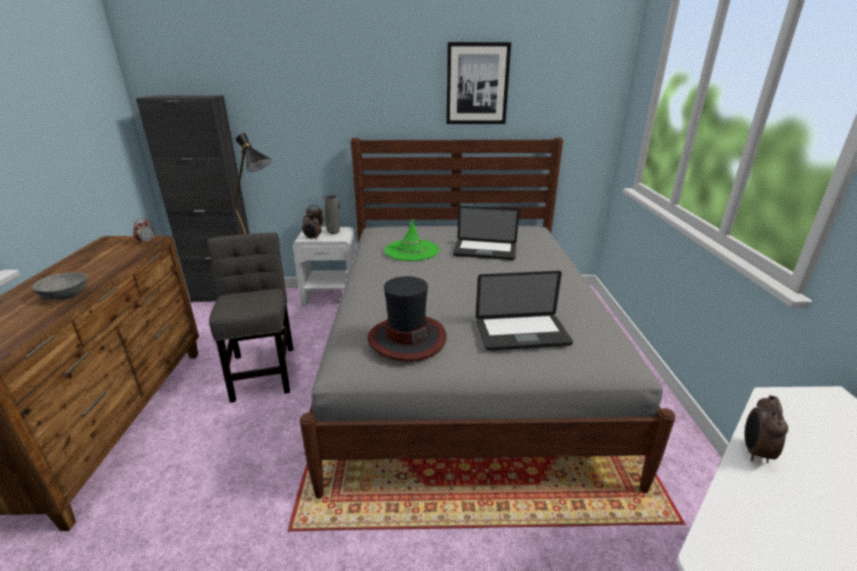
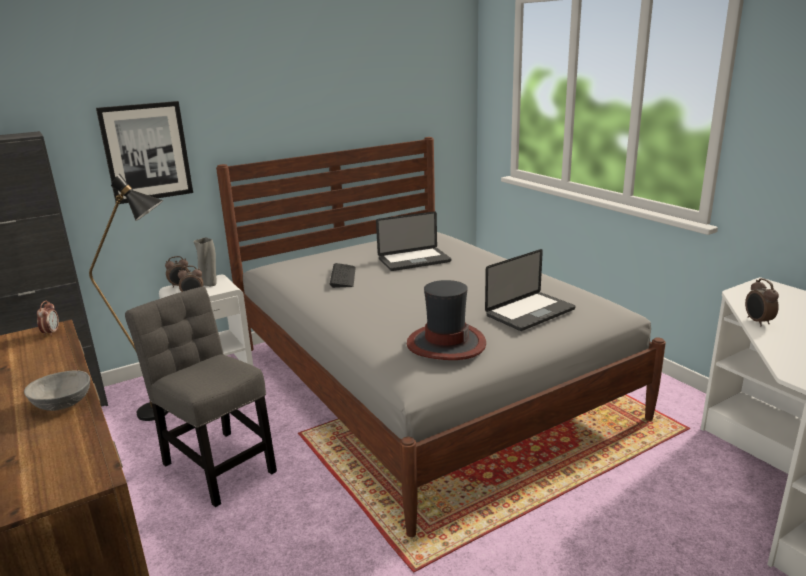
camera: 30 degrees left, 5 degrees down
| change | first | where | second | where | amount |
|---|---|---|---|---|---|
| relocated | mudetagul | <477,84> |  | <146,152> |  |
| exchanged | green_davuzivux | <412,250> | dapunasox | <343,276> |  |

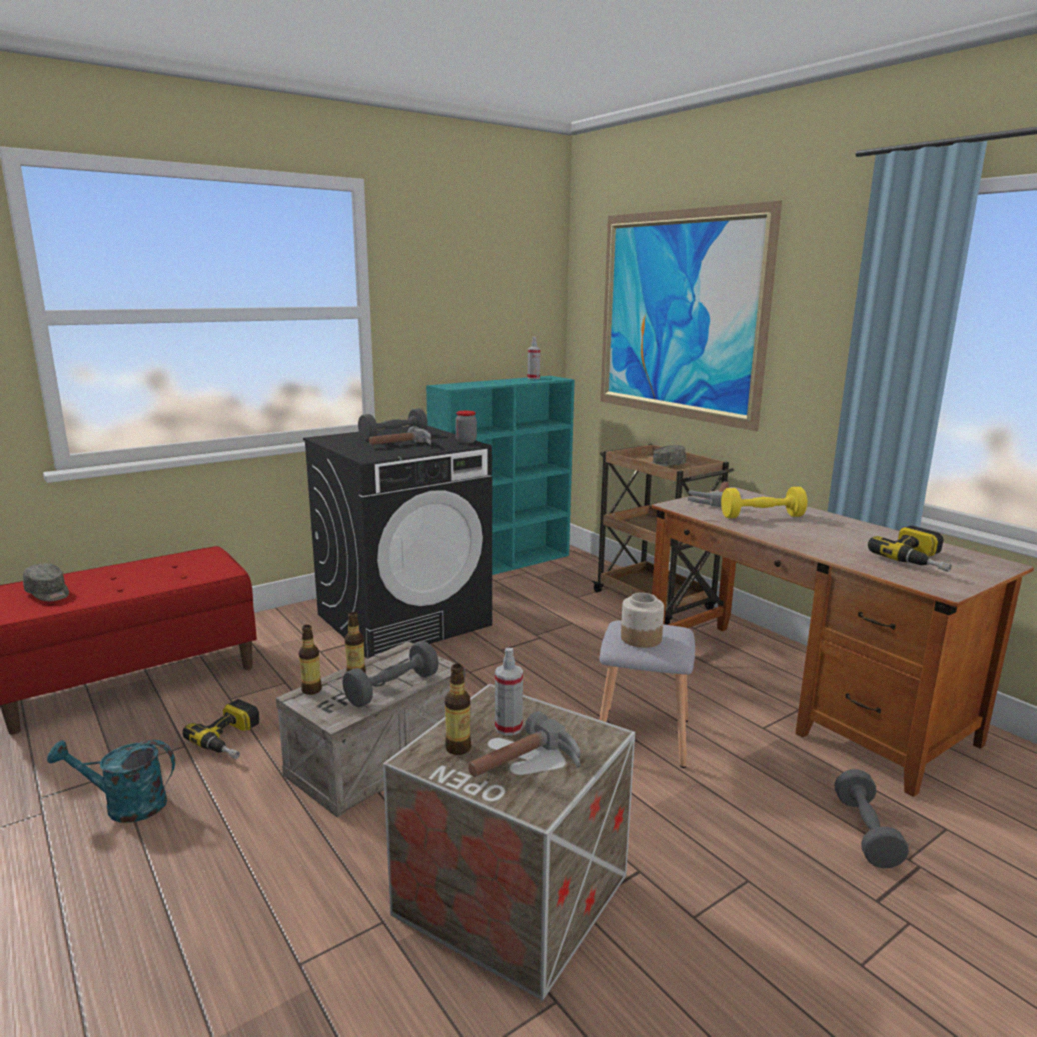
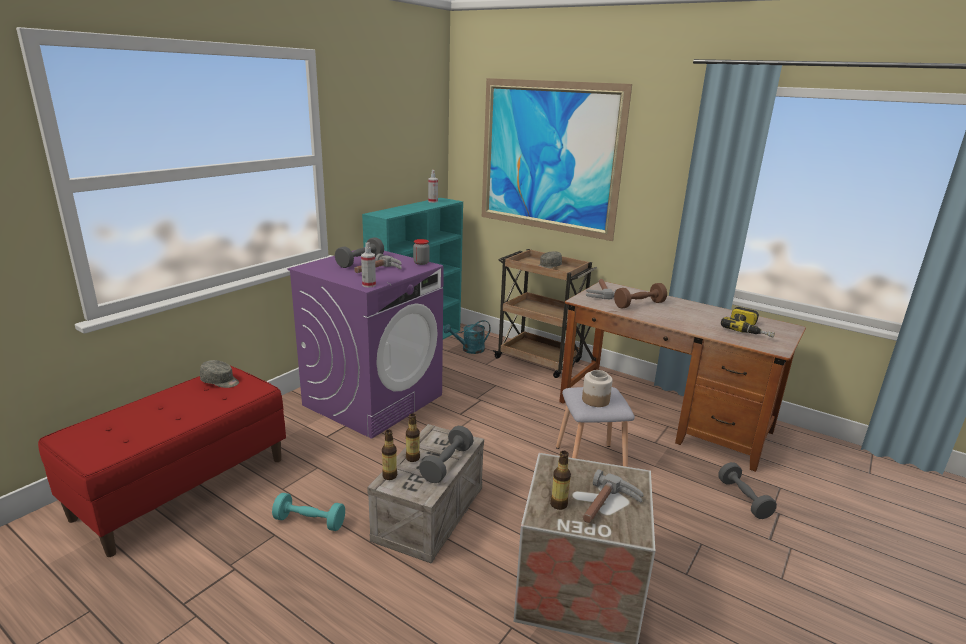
camera: 20 degrees left, 5 degrees up
| change | first | where | second | where | amount |
|---|---|---|---|---|---|
| relocated | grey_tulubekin | <48,593> |  | <220,381> |  |
| relocated | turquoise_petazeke | <125,806> |  | <469,350> |  |
| relocated | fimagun | <508,728> |  | <369,285> |  |
| exchanged | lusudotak | <232,739> | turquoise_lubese | <309,522> |  |
| colour | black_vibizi | <404,619> | purple_vibizi | <374,400> |  |
| colour | yellow_lubese | <762,516> | brown_lubese | <639,304> |  |

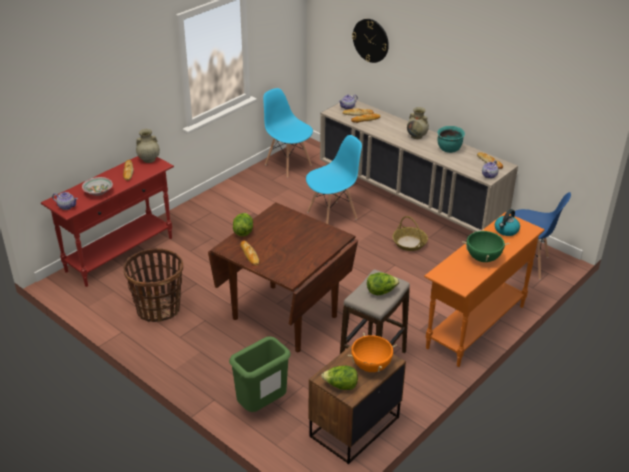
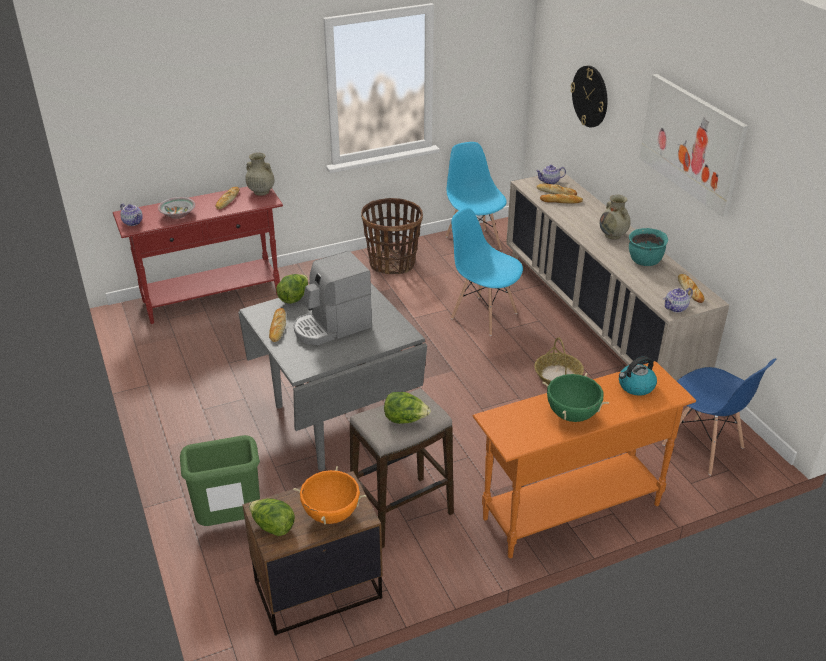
camera: 25 degrees right, 0 degrees up
| change | first | where | second | where | amount |
|---|---|---|---|---|---|
| appeared |  |  | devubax | <331,327> |  |
| appeared |  |  | mudetagul | <691,143> |  |
| relocated | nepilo | <158,309> |  | <392,264> |  |
| colour | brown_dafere | <285,316> | grey_dafere | <337,422> |  |
| spun | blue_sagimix | <332,215> |  | <483,315> | 135 degrees counterclockwise |

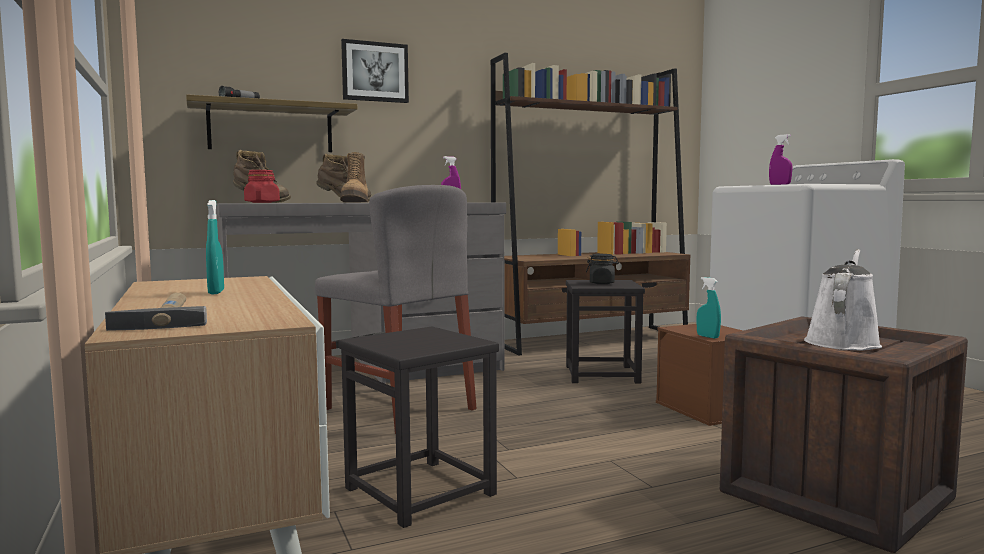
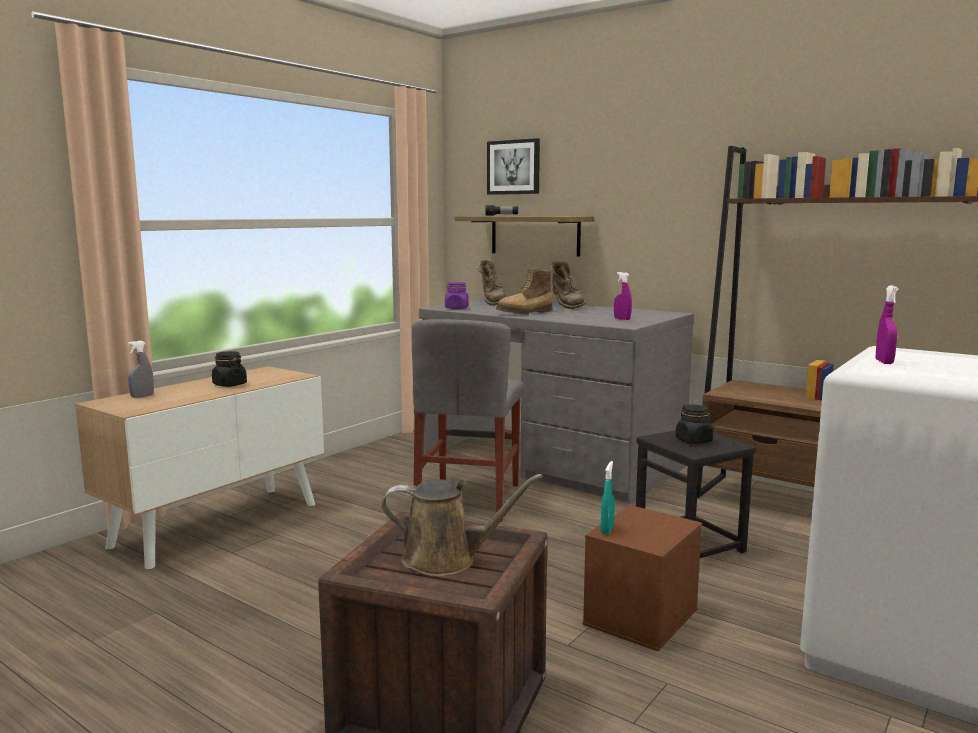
camera: 60 degrees right, 5 degrees up
| change | first | where | second | where | amount |
|---|---|---|---|---|---|
| missing | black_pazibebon | <421,491> |  |  |  |
| relocated | mudetagul | <375,72> |  | <514,167> |  |
| exchanged | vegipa | <165,316> | grey_fimagun | <142,396> |  |
| exchanged | turquoise_fimagun | <216,292> | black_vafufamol | <229,384> |  |
| colour | red_vafufamol | <262,202> | purple_vafufamol | <456,308> |  |
| colour | white_petazeke | <842,342> | brown_petazeke | <446,560> |  |

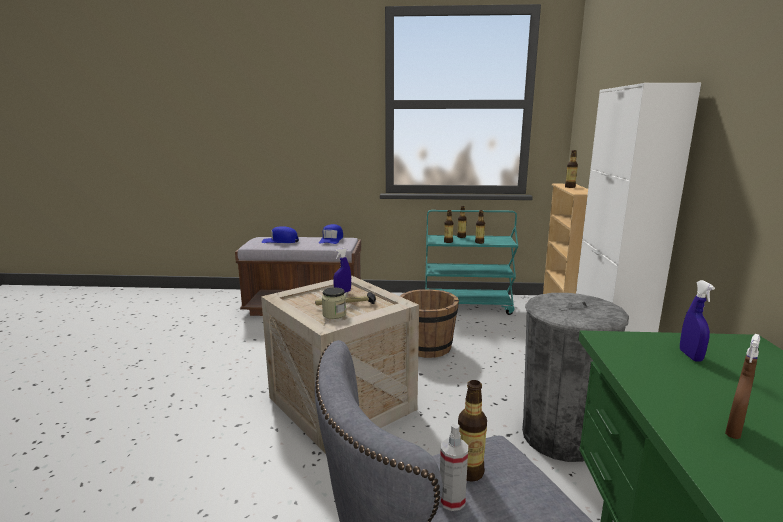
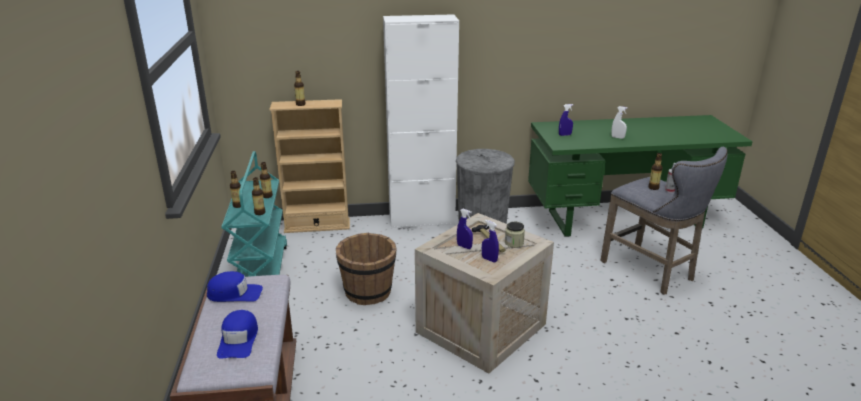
camera: 100 degrees left, 10 degrees up
| change | first | where | second | where | amount |
|---|---|---|---|---|---|
| appeared |  |  | blue_fimagun | <489,259> |  |
| colour | brown_fimagun | <734,430> | white_fimagun | <617,137> |  |

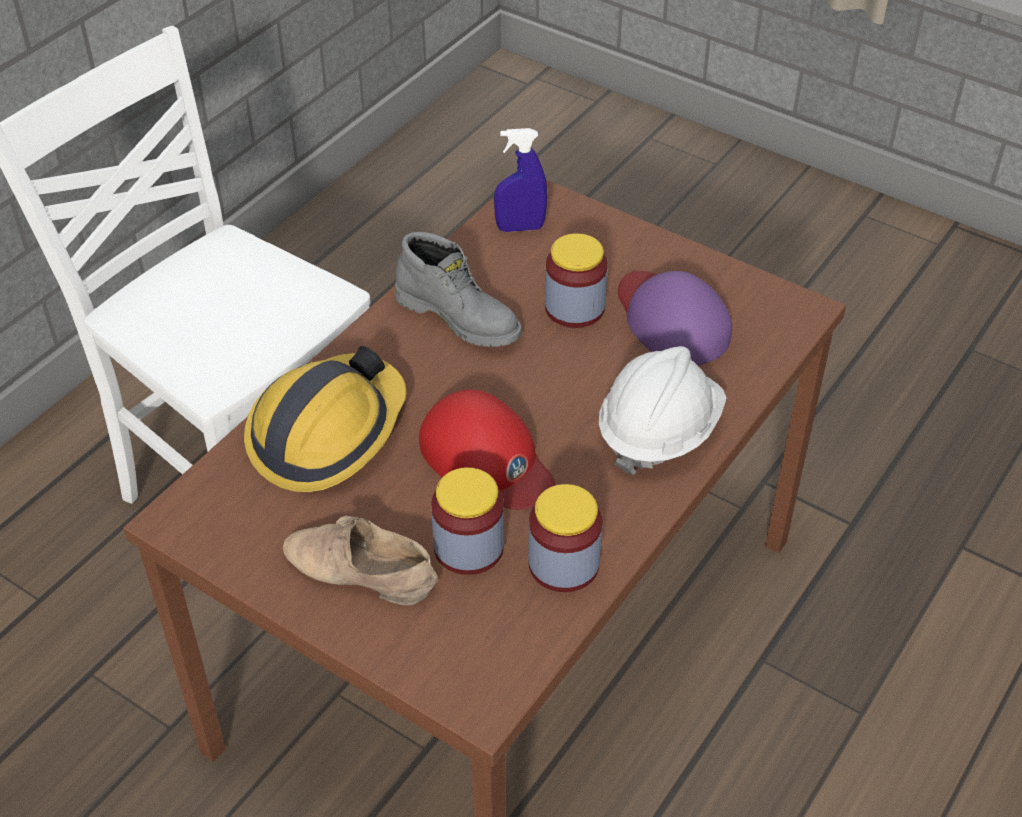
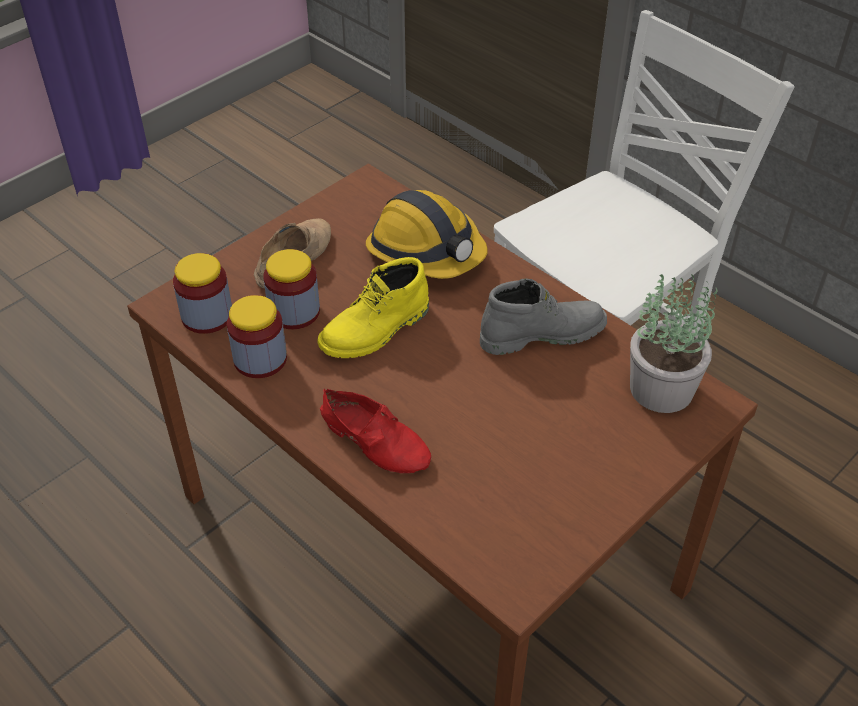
camera: 100 degrees right, 0 degrees up
| change | first | where | second | where | amount |
|---|---|---|---|---|---|
| missing | purple_tulubekin | <671,320> |  |  |  |
| relocated | vafufamol | <574,308> |  | <207,316> |  |
| exchanged | red_tulubekin | <486,459> | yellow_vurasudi | <376,331> |  |
| exchanged | blue_fimagun | <520,228> | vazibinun | <662,388> |  |
| exchanged | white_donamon | <658,431> | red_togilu | <376,439> |  |
| spun | grey_vurasudi | <460,317> |  | <542,333> | 150 degrees counterclockwise |

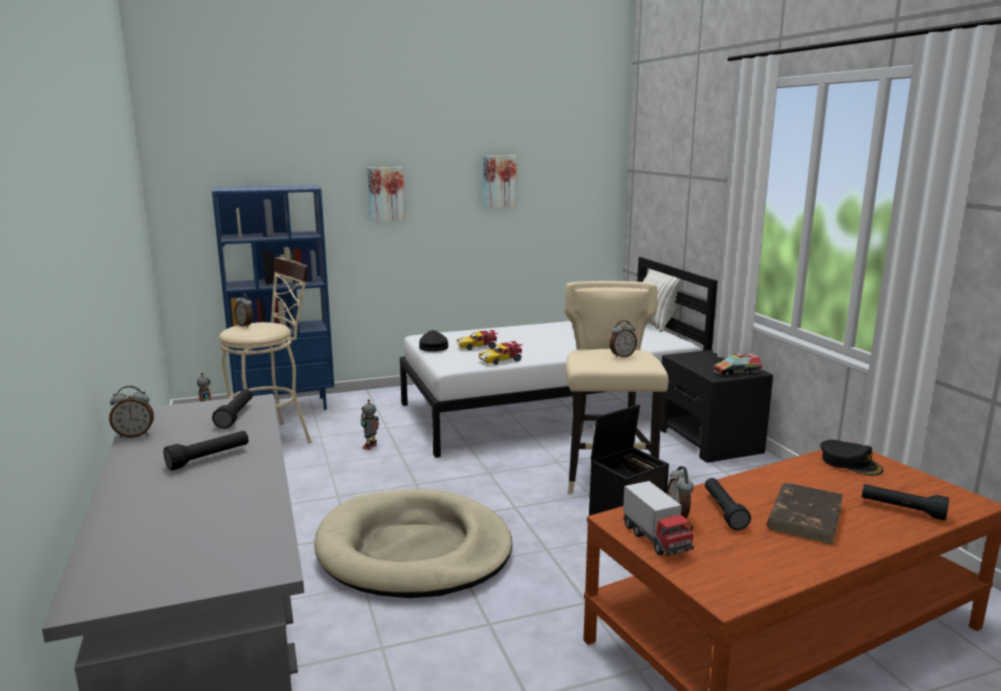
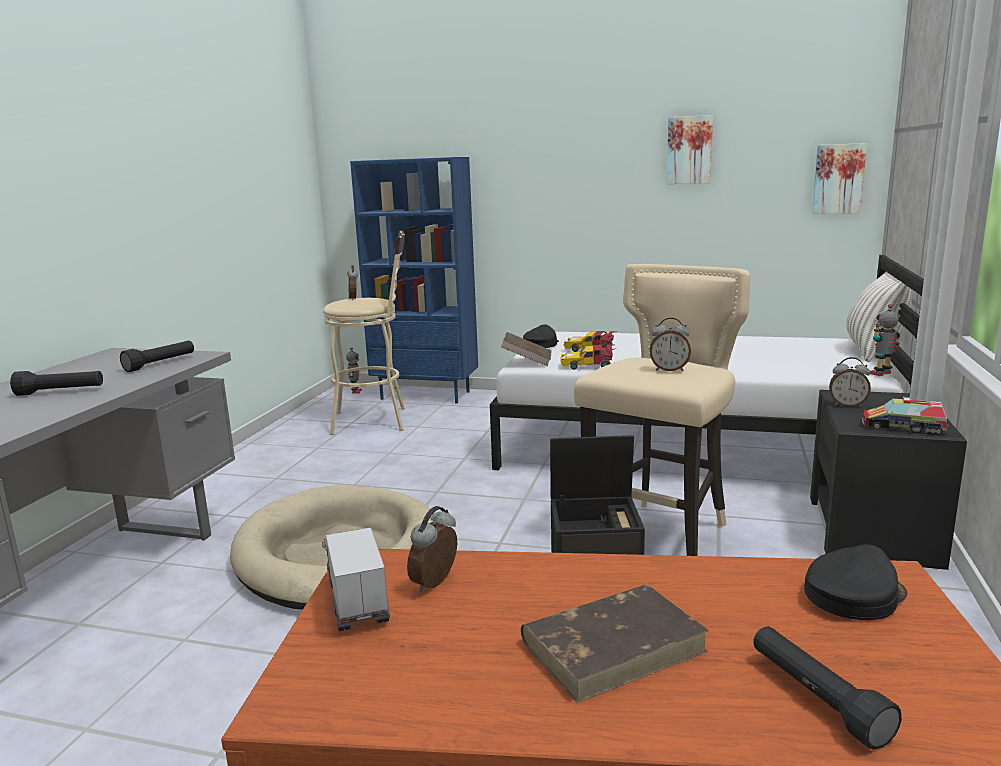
camera: 35 degrees right, 0 degrees up
| change | first | where | second | where | amount |
|---|---|---|---|---|---|
| missing | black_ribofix | <723,511> |  |  |  |
| appeared |  |  | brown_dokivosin | <527,361> |  |
| relocated | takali | <134,435> |  | <847,405> |  |
| relocated | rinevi | <370,447> |  | <881,374> |  |
| relocated | mudetagul | <385,194> |  | <838,179> |  |
| spun | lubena | <656,539> |  | <357,600> | 150 degrees clockwise |
| spun | black_tulubekin | <850,463> |  | <853,594> | 120 degrees counterclockwise |

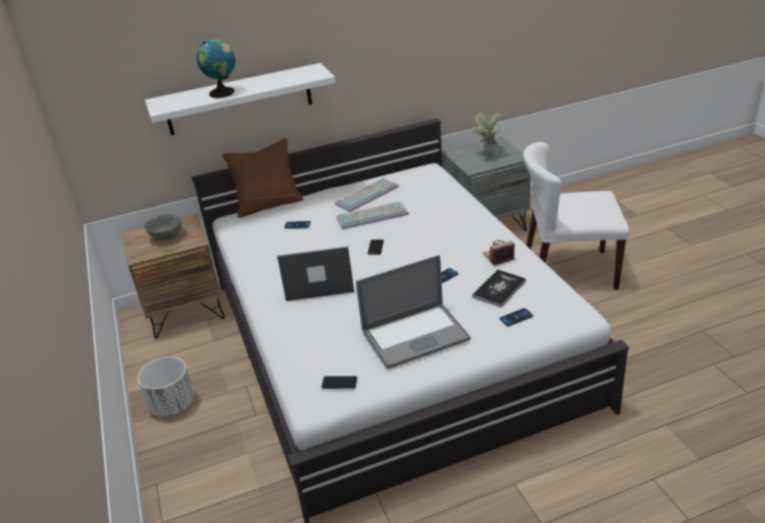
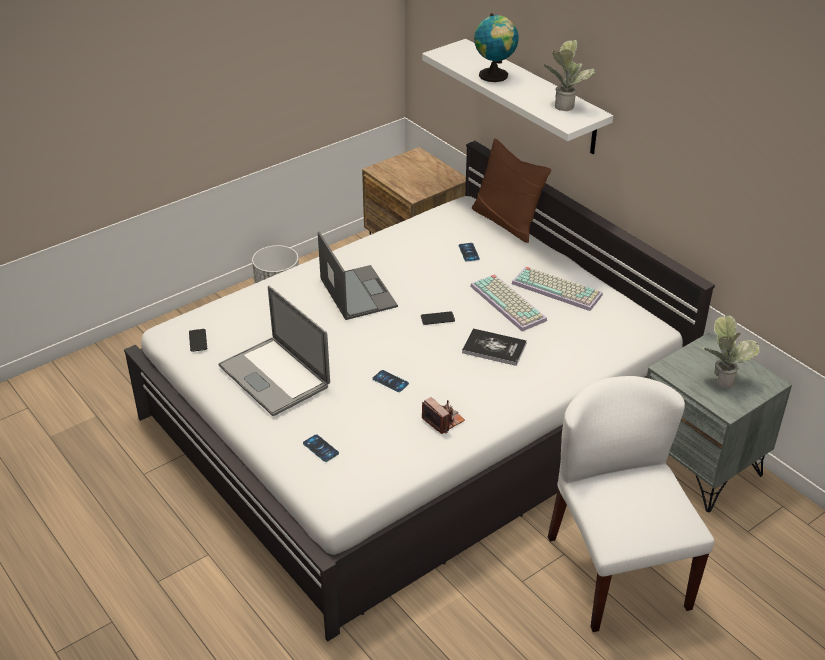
camera: 70 degrees right, 5 degrees up
| change | first | where | second | where | amount |
|---|---|---|---|---|---|
| missing | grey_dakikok | <167,236> |  |  |  |
| appeared |  |  | vazibinun | <565,104> |  |
| relocated | dokivosin | <499,289> |  | <494,348> |  |

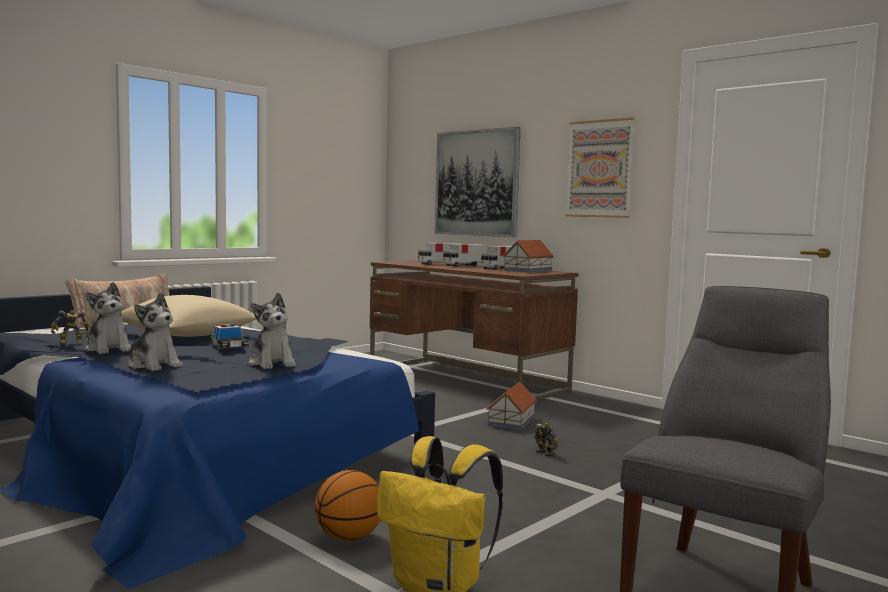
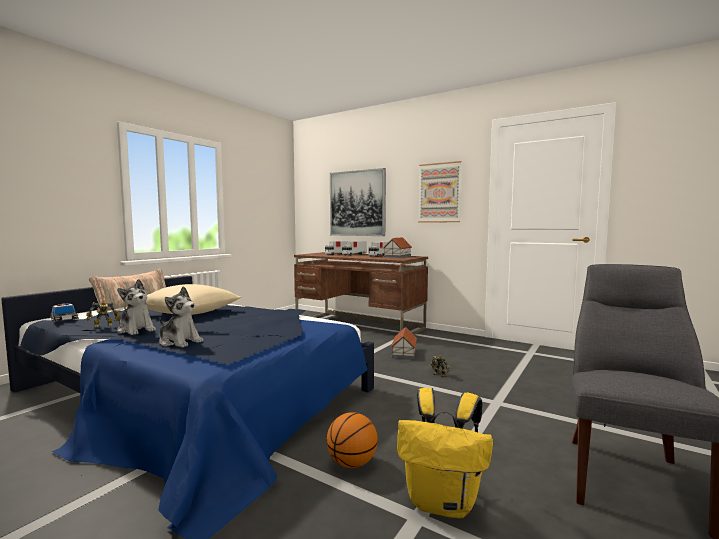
camera: 10 degrees left, 0 degrees up
| change | first | where | second | where | amount |
|---|---|---|---|---|---|
| missing | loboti | <272,363> |  |  |  |
| relocated | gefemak | <228,346> |  | <64,319> |  |

